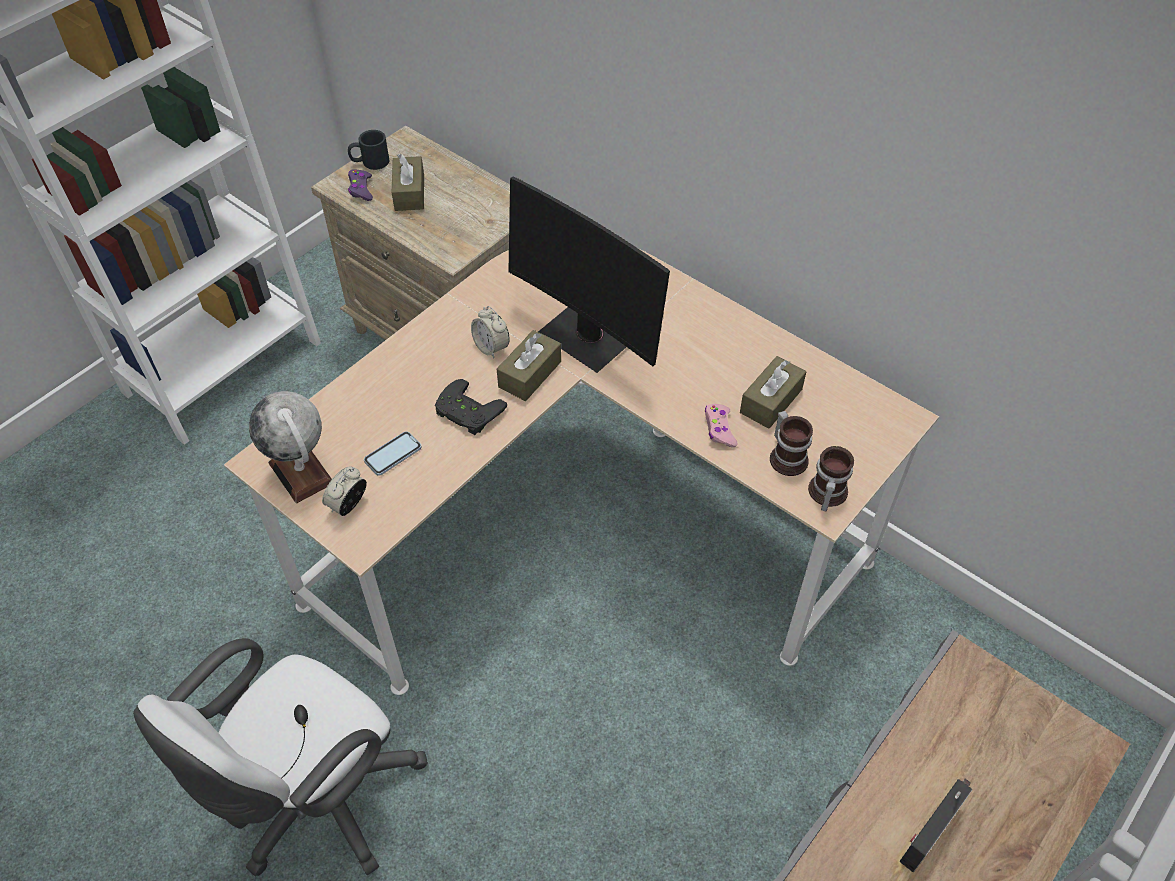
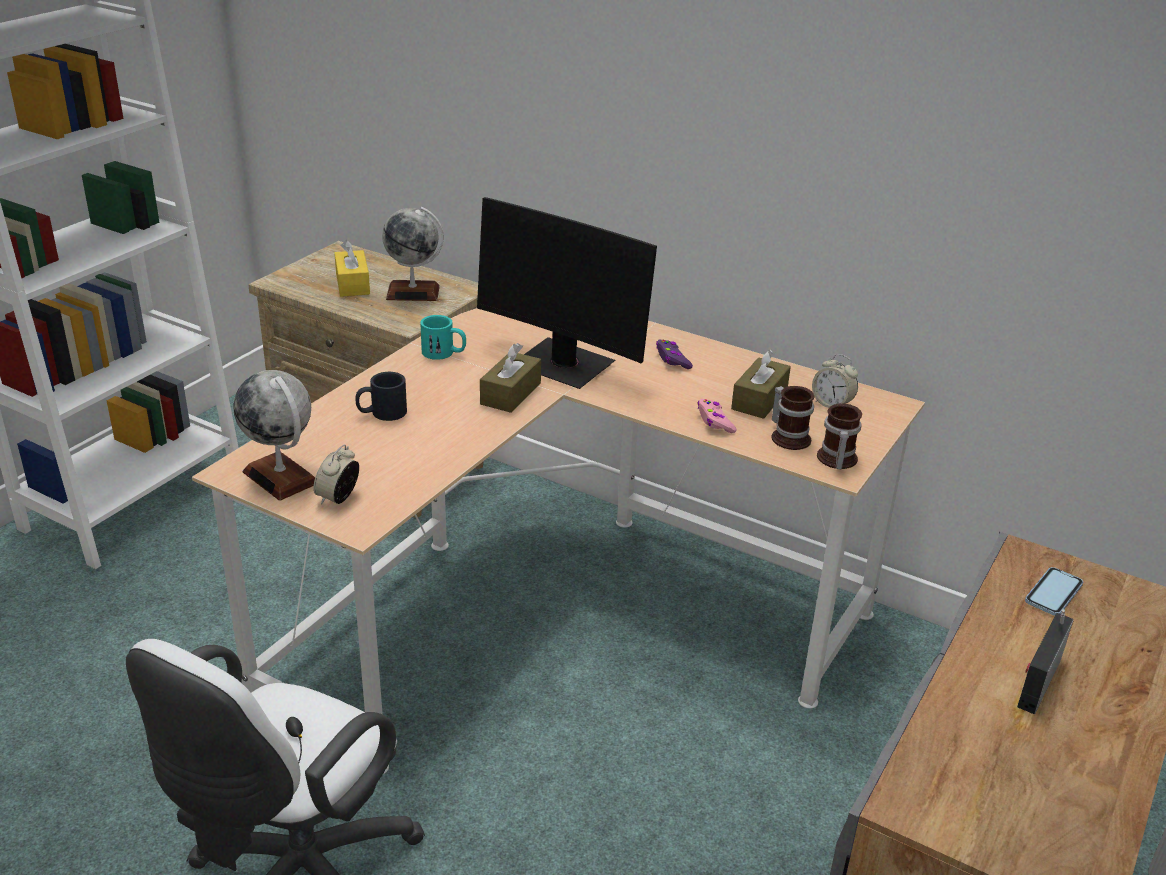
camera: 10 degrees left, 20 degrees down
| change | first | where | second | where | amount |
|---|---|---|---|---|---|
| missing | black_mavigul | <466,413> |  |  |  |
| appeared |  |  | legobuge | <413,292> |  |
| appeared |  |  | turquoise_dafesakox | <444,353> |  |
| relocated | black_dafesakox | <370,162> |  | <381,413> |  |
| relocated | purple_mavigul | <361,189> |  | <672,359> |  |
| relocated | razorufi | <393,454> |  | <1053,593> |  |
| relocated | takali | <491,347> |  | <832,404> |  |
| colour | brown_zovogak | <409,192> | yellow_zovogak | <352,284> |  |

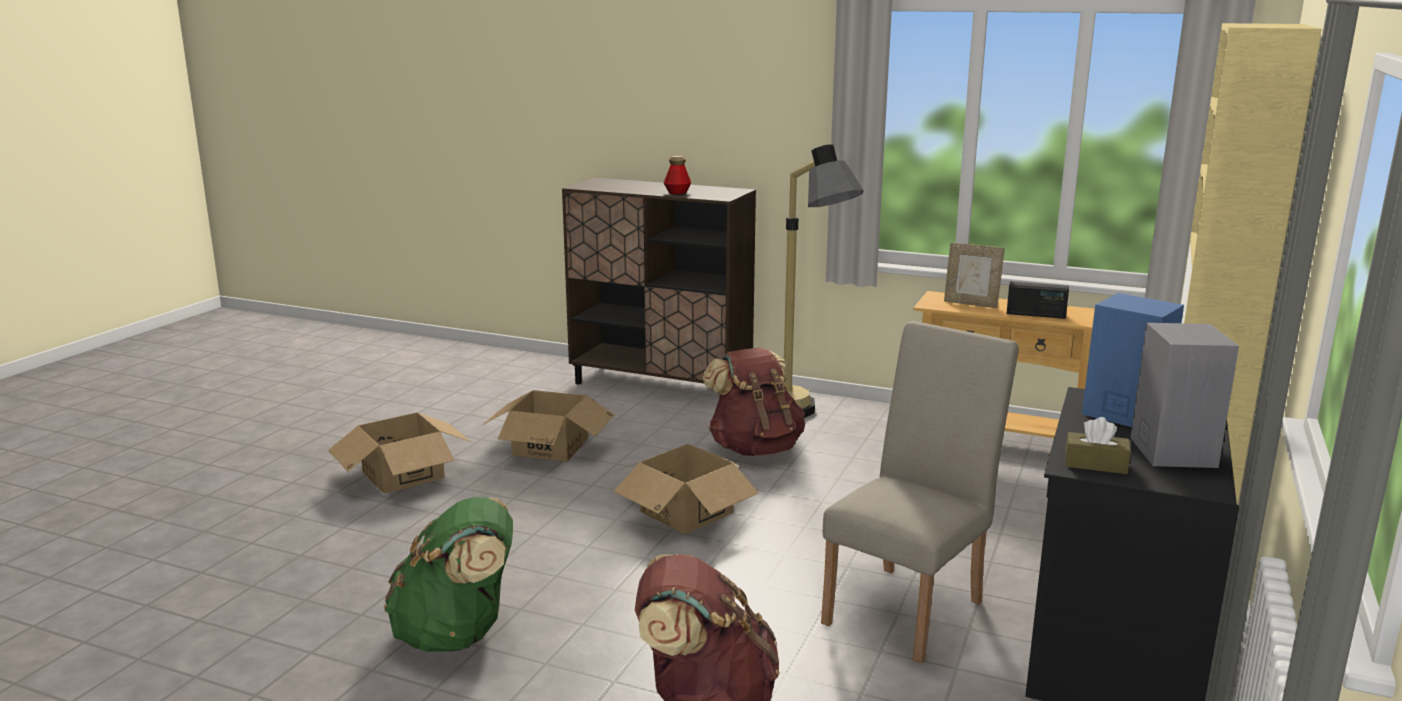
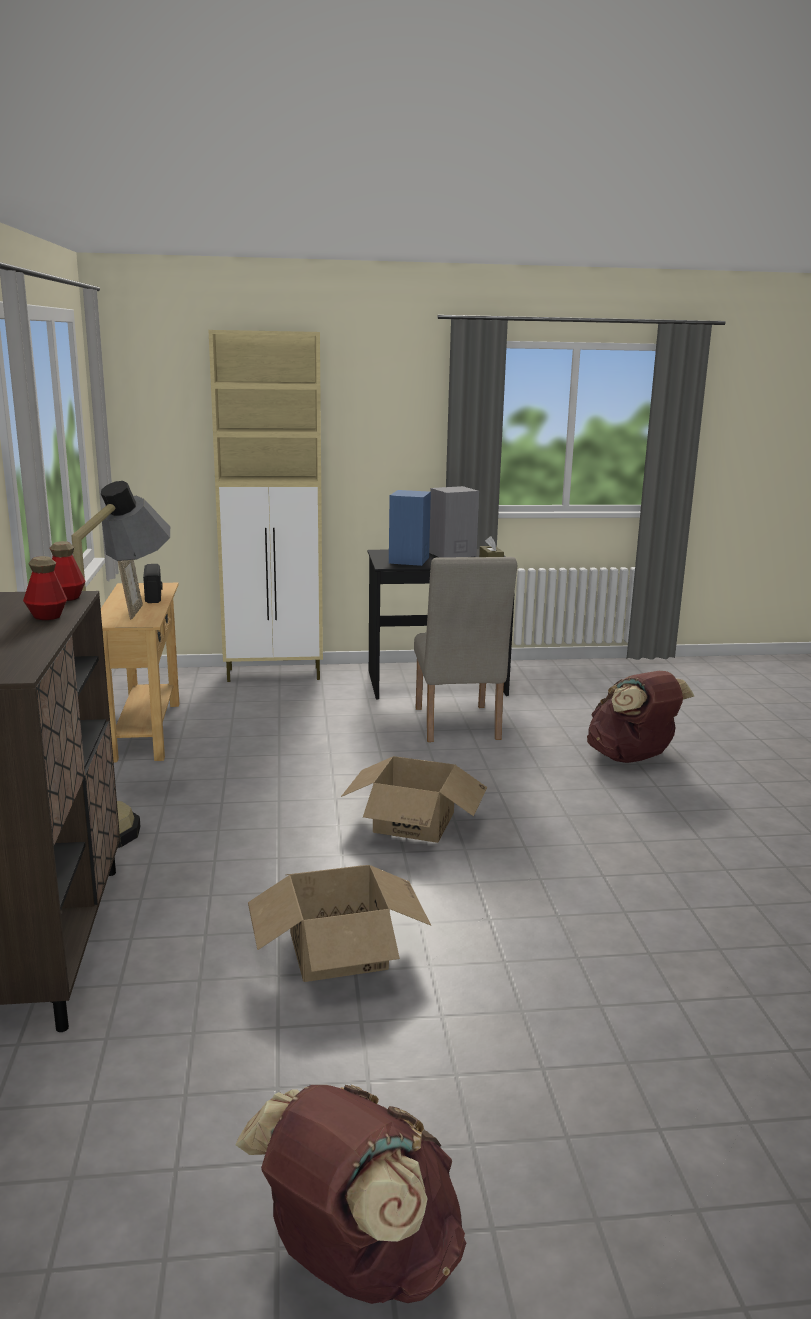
camera: 120 degrees left, 0 degrees up
| change | first | where | second | where | amount |
|---|---|---|---|---|---|
| missing | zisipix | <402,475> |  |  |  |
| missing | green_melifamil | <458,634> |  |  |  |
| appeared |  |  | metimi | <67,597> |  |
| relocated | brown_melifamil | <754,448> |  | <358,1261> |  |
| spun | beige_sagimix | <911,607> |  | <457,727> | 105 degrees counterclockwise |

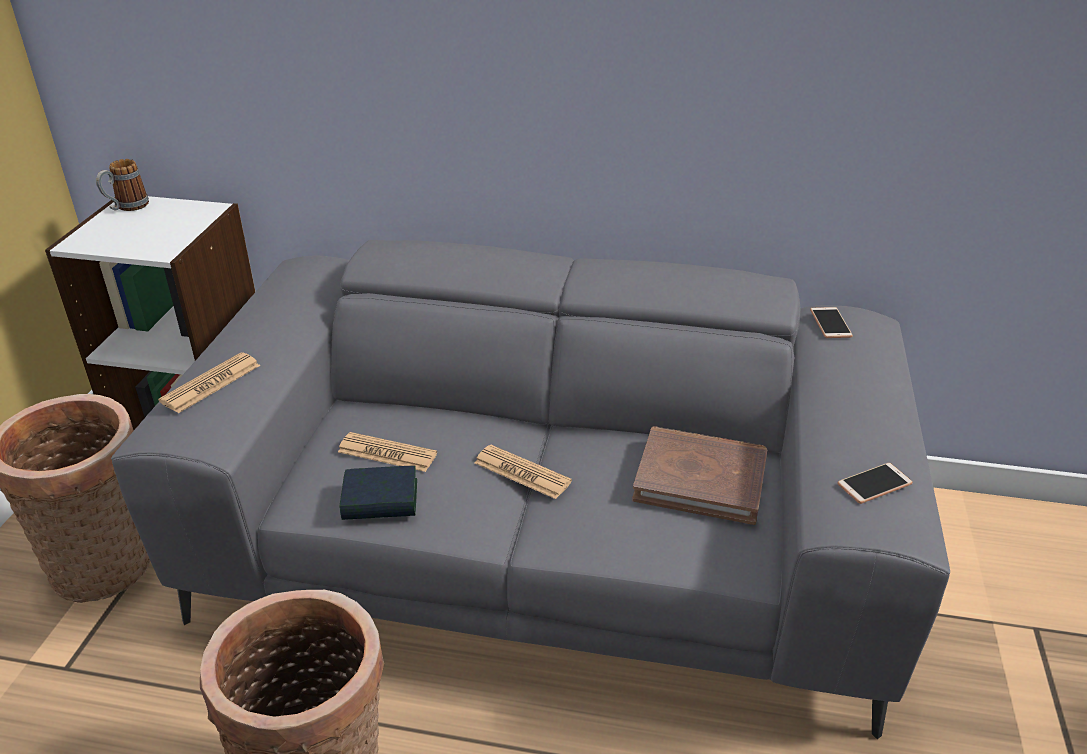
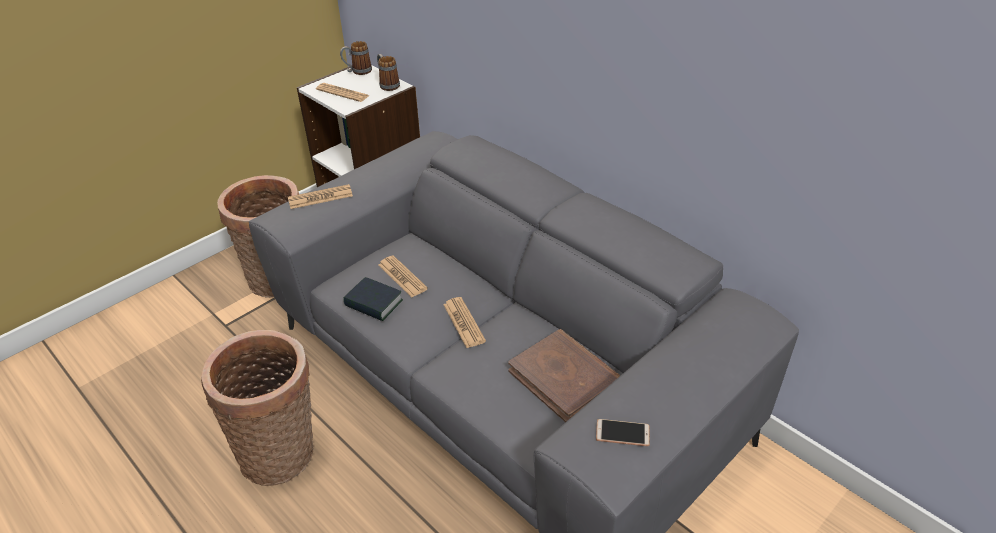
camera: 35 degrees right, 5 degrees up
| change | first | where | second | where | amount |
|---|---|---|---|---|---|
| missing | razorufi | <830,323> |  |  |  |
| appeared |  |  | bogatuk | <342,93> |  |
| appeared |  |  | dafesakox | <387,84> |  |

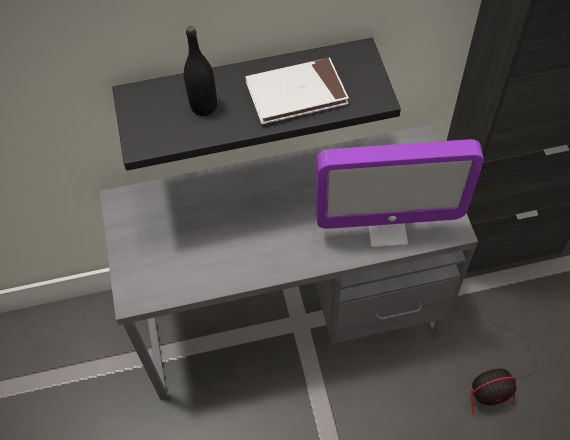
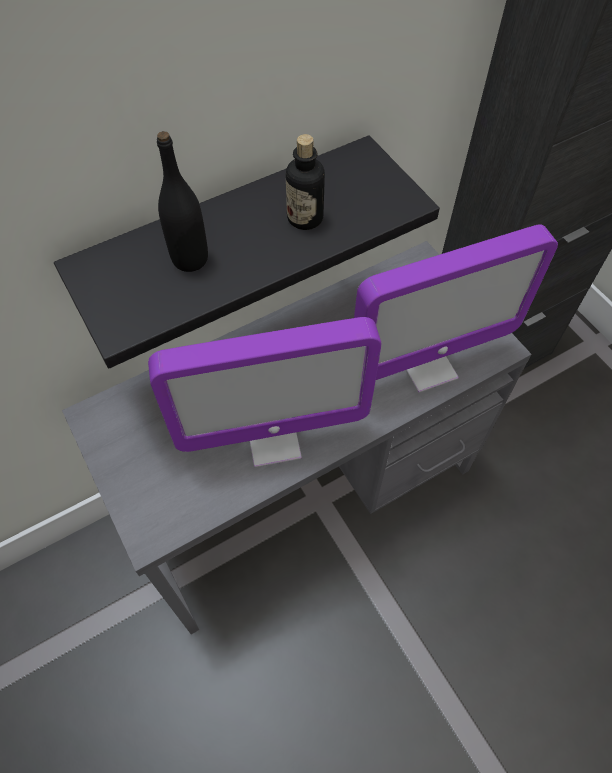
camera: 20 degrees left, 0 degrees up
| change | first | where | second | where | amount |
|---|---|---|---|---|---|
| missing | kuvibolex | <495,377> |  |  |  |
| appeared |  |  | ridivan | <273,439> |  |
| exchanged | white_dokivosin | <296,94> | metimi | <305,218> |  |

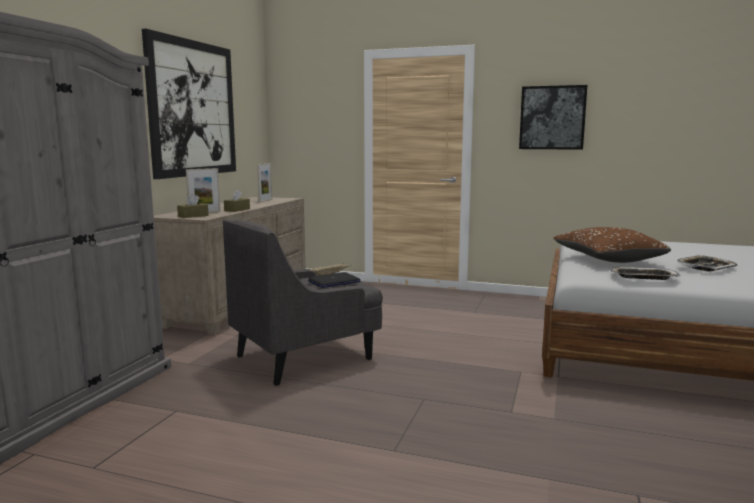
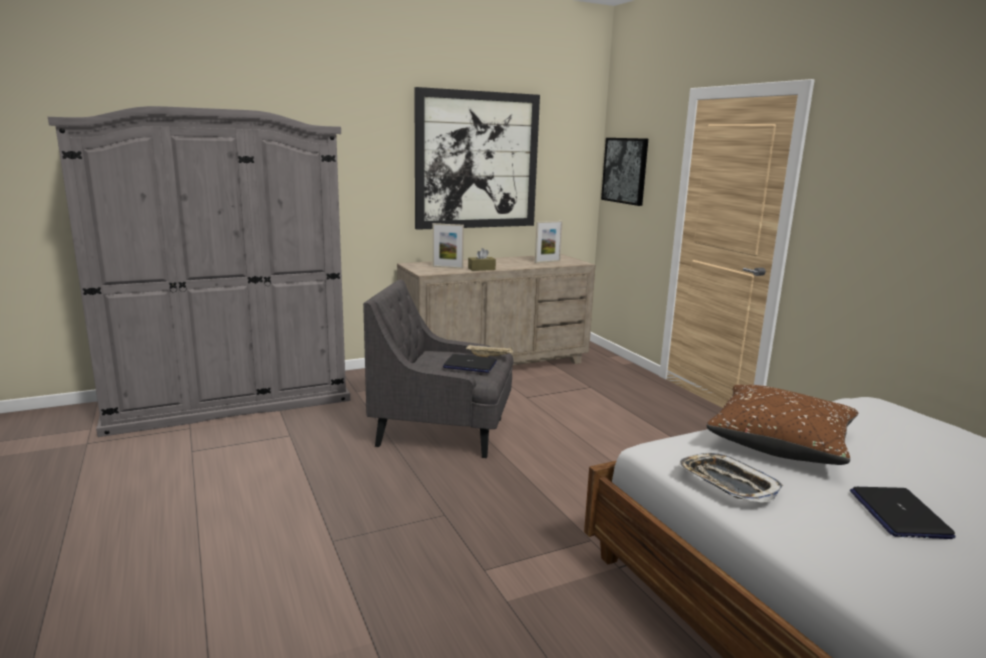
camera: 45 degrees right, 5 degrees up
| change | first | where | second | where | amount |
|---|---|---|---|---|---|
| missing | brown_zovogak | <193,216> |  |  |  |
| relocated | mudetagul | <552,118> |  | <625,170> |  |
| exchanged | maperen | <705,267> | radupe | <898,514> |  |

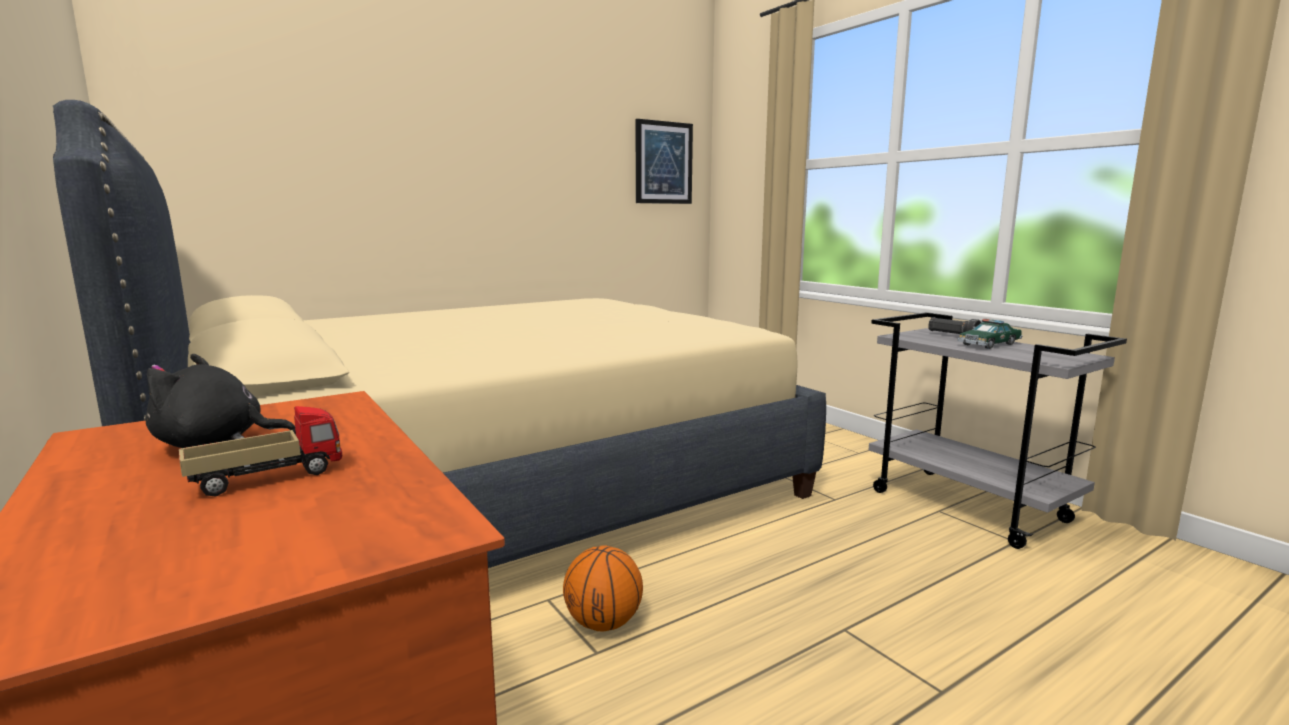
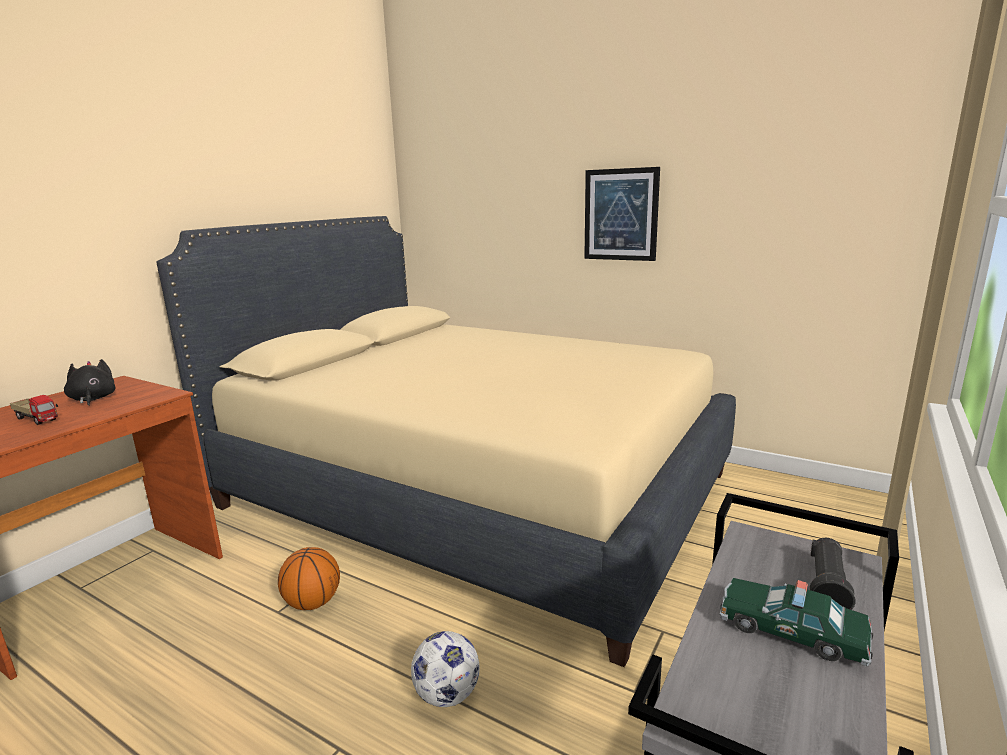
camera: 65 degrees right, 5 degrees up
| change | first | where | second | where | amount |
|---|---|---|---|---|---|
| appeared |  |  | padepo | <447,695> |  |
| relocated | mudetagul | <663,163> |  | <621,215> |  |

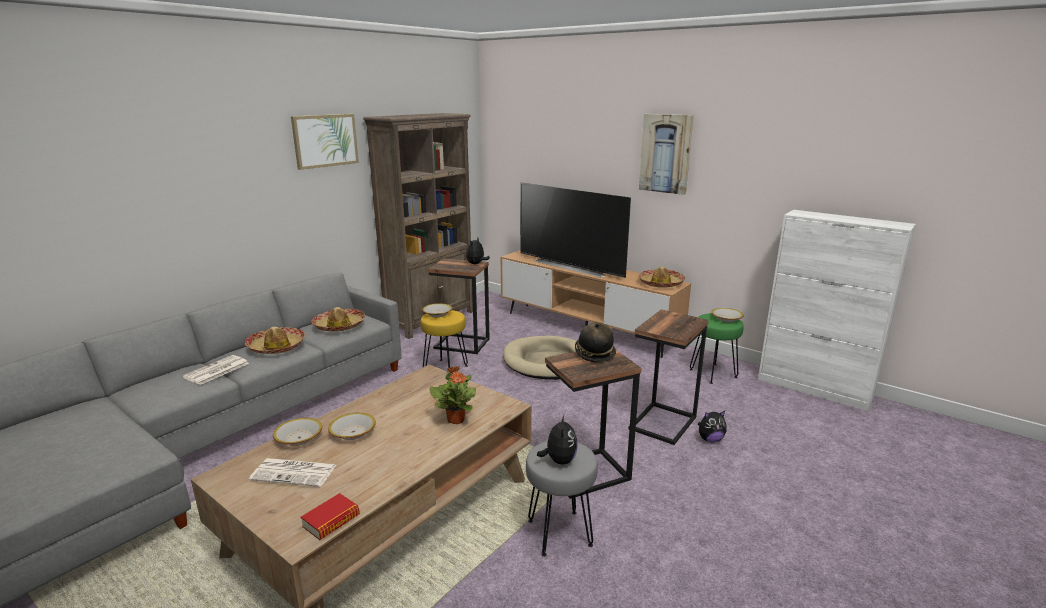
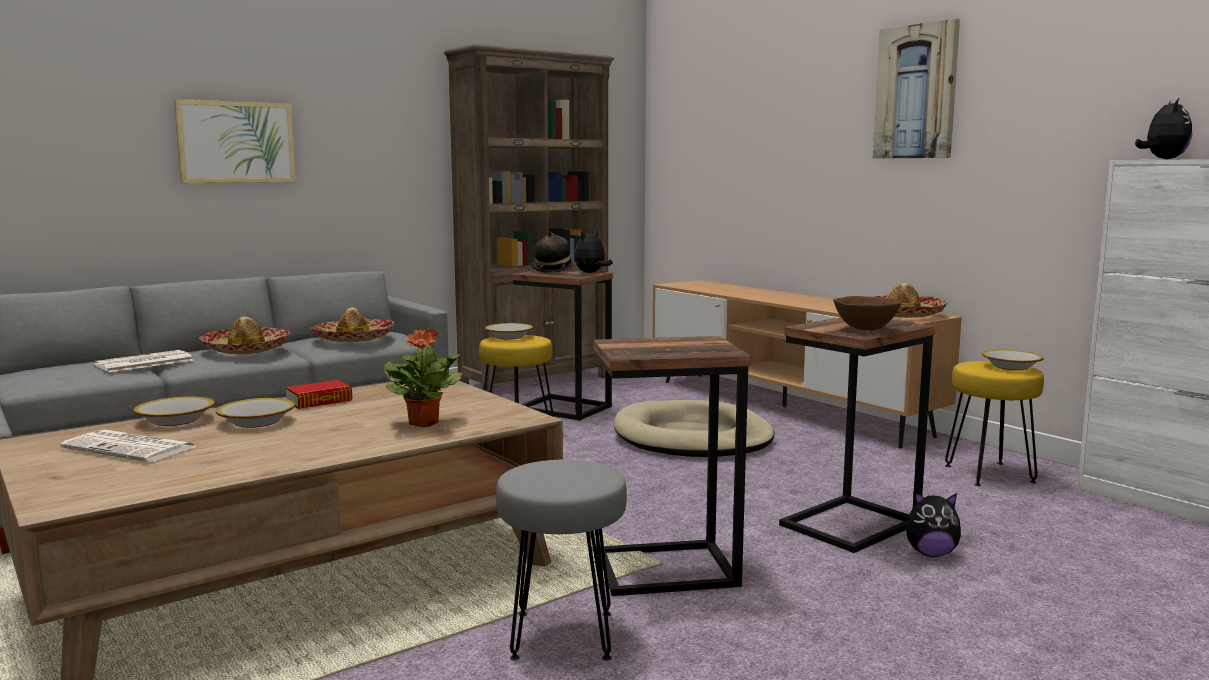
camera: 15 degrees right, 10 degrees down
| change | first | where | second | where | amount |
|---|---|---|---|---|---|
| missing | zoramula | <572,266> |  |  |  |
| appeared |  |  | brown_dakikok | <866,329> |  |
| relocated | mudetagul | <325,140> |  | <236,142> |  |
| relocated | dokivosin | <331,521> |  | <319,401> |  |
| relocated | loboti | <559,460> |  | <1163,159> |  |
| relocated | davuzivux | <594,354> |  | <552,270> |  |
| colour | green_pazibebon | <713,373> | yellow_pazibebon | <990,474> |  |

